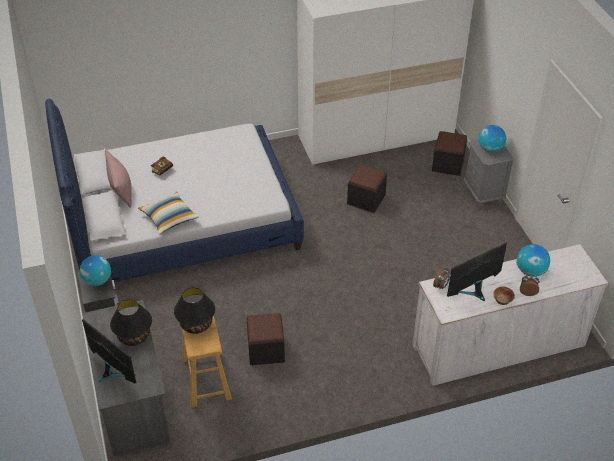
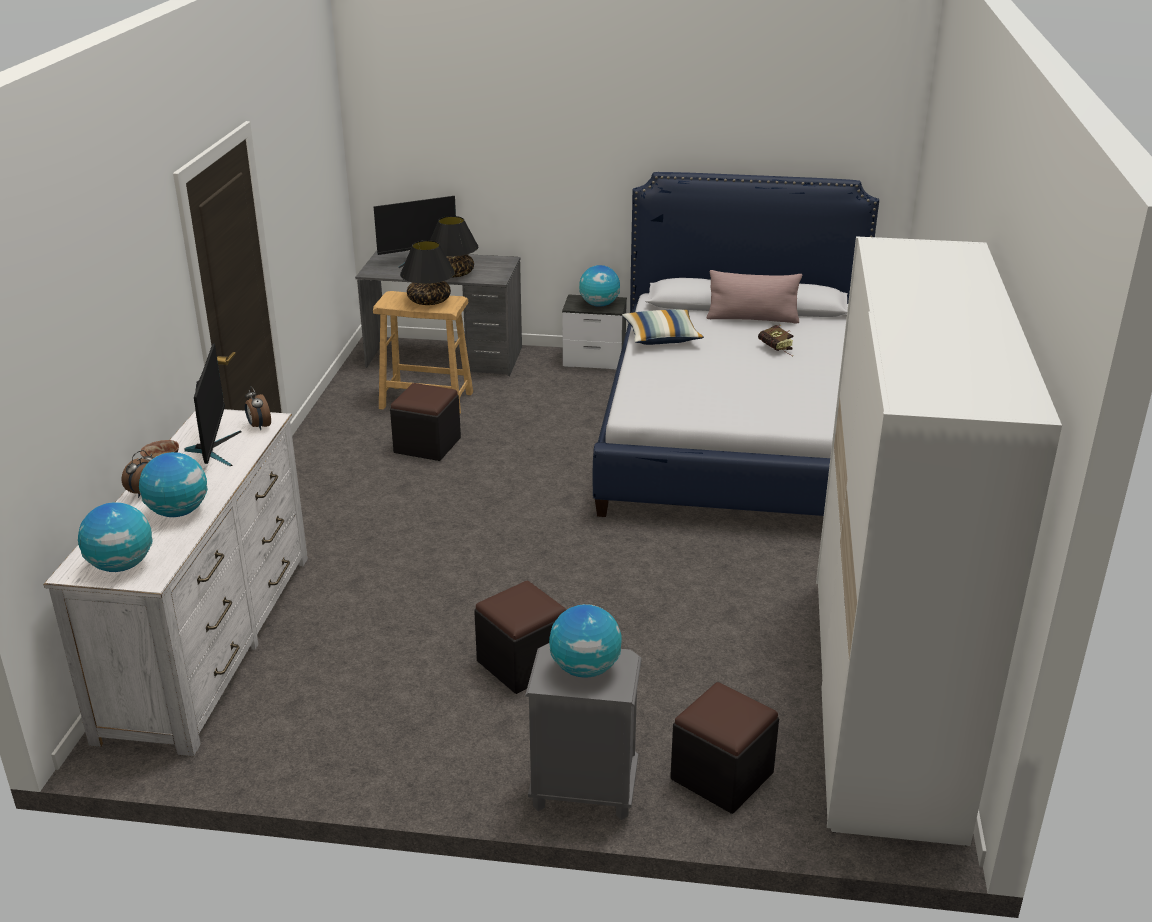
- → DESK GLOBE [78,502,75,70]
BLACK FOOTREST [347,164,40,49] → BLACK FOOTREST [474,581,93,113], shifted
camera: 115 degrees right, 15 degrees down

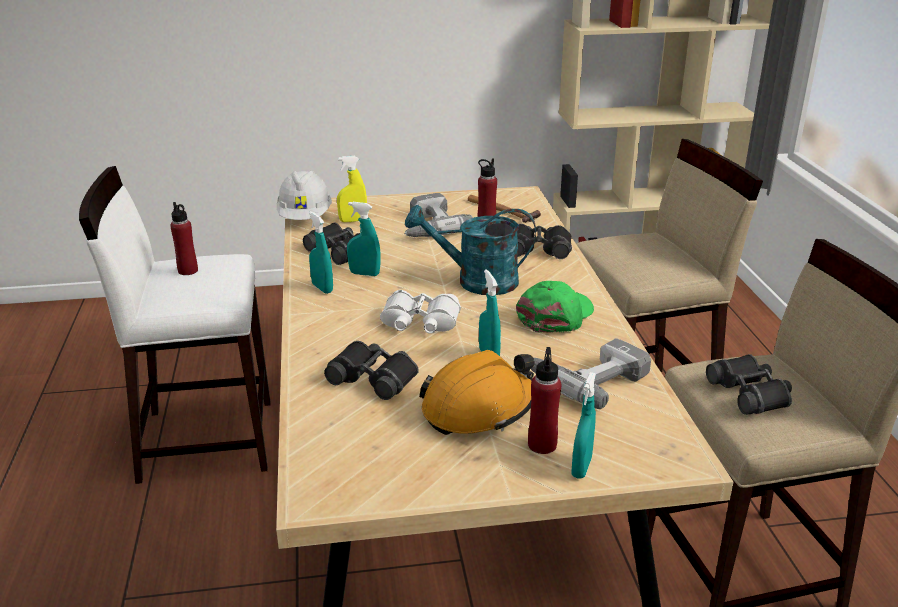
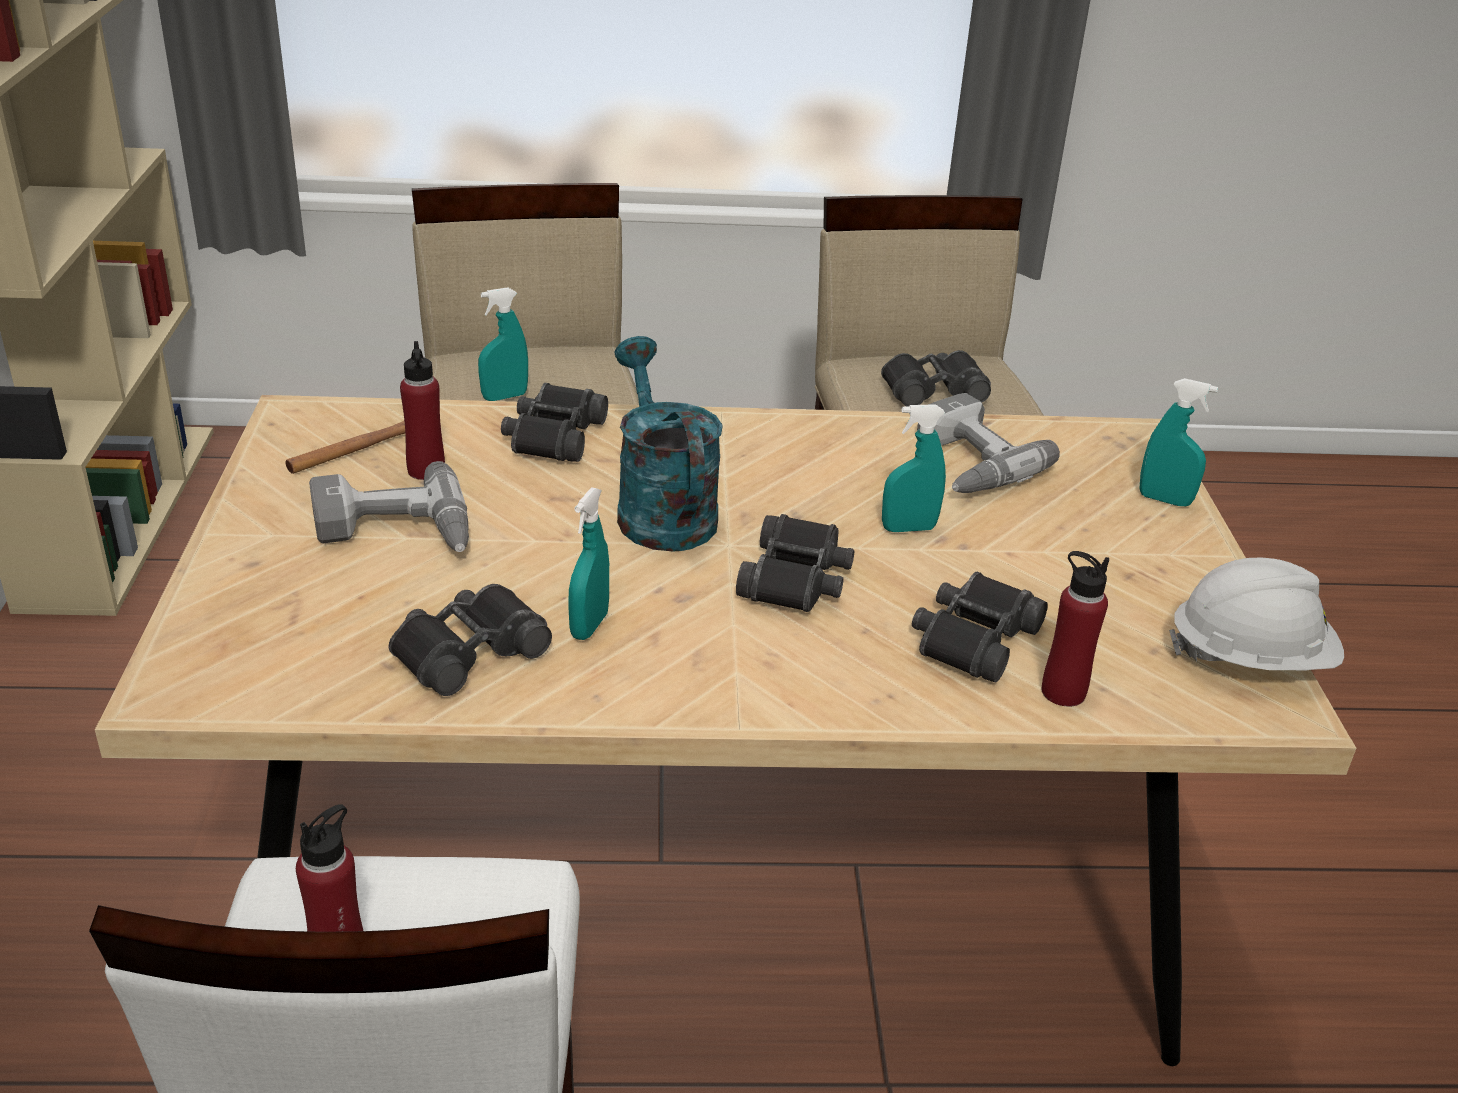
TURQUOISE-COLOURED SPRAYER [309,211,24,83] → TURQUOISE-COLOURED SPRAYER [478,287,50,114], shifted
TURQUOISE-COLOURED WATERING POT [405,205,131,90] → TURQUOISE-COLOURED WATERING POT [614,336,109,216], 150 degrees clockwise
WHITE BINOCULARS [380,290,81,44] → BLACK BINOCULARS [736,514,118,98]
REDDISH BOTTLE [528,347,33,107] → REDDISH BOTTLE [1041,551,68,156], shifted
WHITE HARD HAT [277,171,55,49] → WHITE HARD HAT [1169,557,175,113], shifted
YELLOW SPRAYER [337,156,30,66] → -
ORANGE HARD HAT [419,350,116,85] → -
GREEN CAP [516,281,78,52] → -
camera: 85 degrees left, 5 degrees up

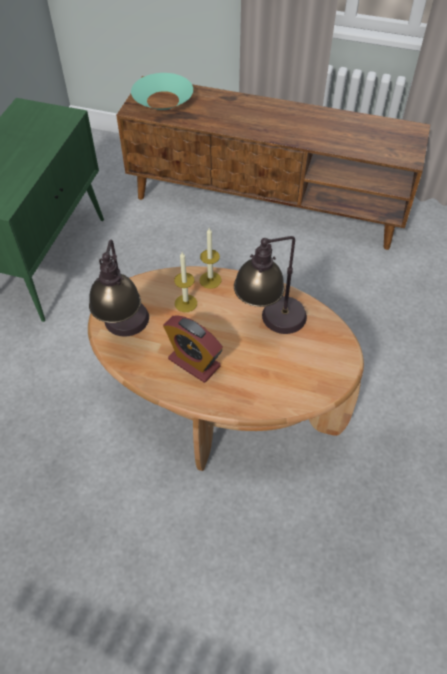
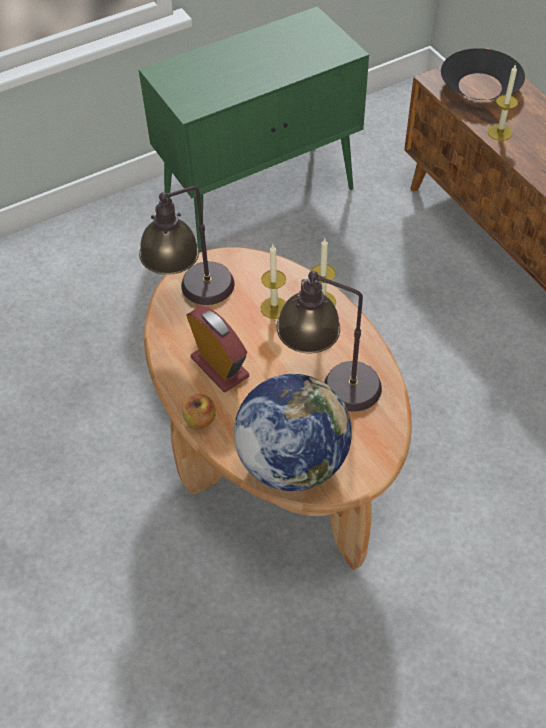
- → WHOLE APPLE [182,394,34,35]
BEDSIDE CLOCK [163,315,60,68] → BEDSIDE CLOCK [186,306,63,86], 150 degrees clockwise
- → DESK GLOBE [234,374,118,117]
TURQUOISE-COLOURED DEEP DISH [131,73,62,37] → BLACK DEEP DISH [441,48,84,52]
- → WAX CANDLE [488,64,30,77]
camera: 45 degrees right, 0 degrees up

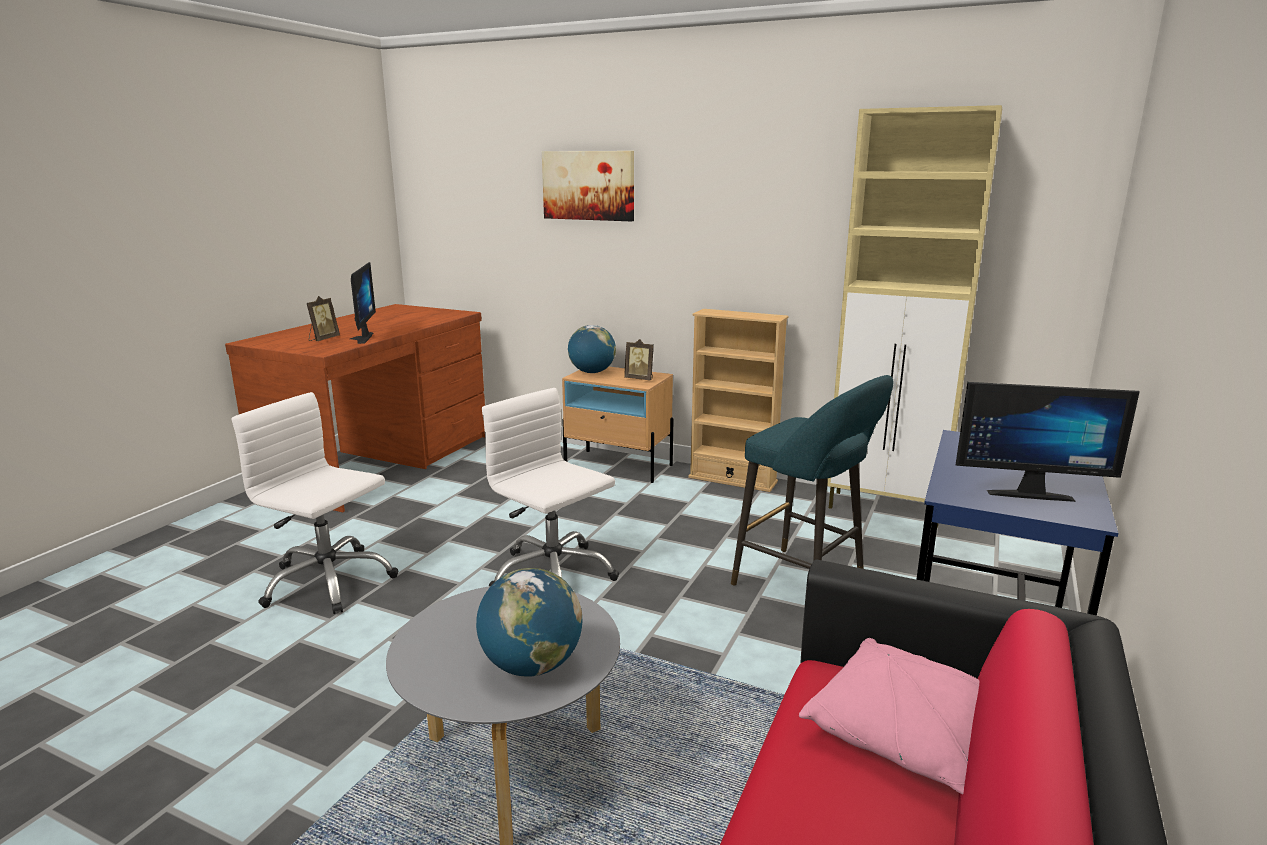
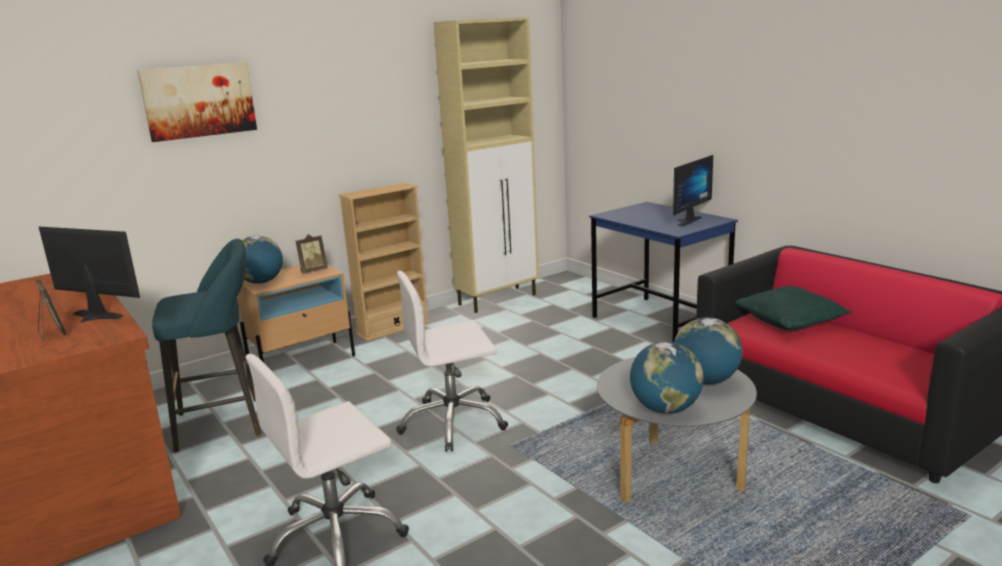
TURQUOISE-COLOURED SITTING STOOL [731,375,163,211] → TURQUOISE-COLOURED SITTING STOOL [152,239,109,214], shifted
- → DESK GLOBE [630,341,73,73]
PINK-COLOURED PILLOW [799,638,180,156] → GREEN PILLOW [735,286,117,44]
camera: 60 degrees left, 0 degrees up

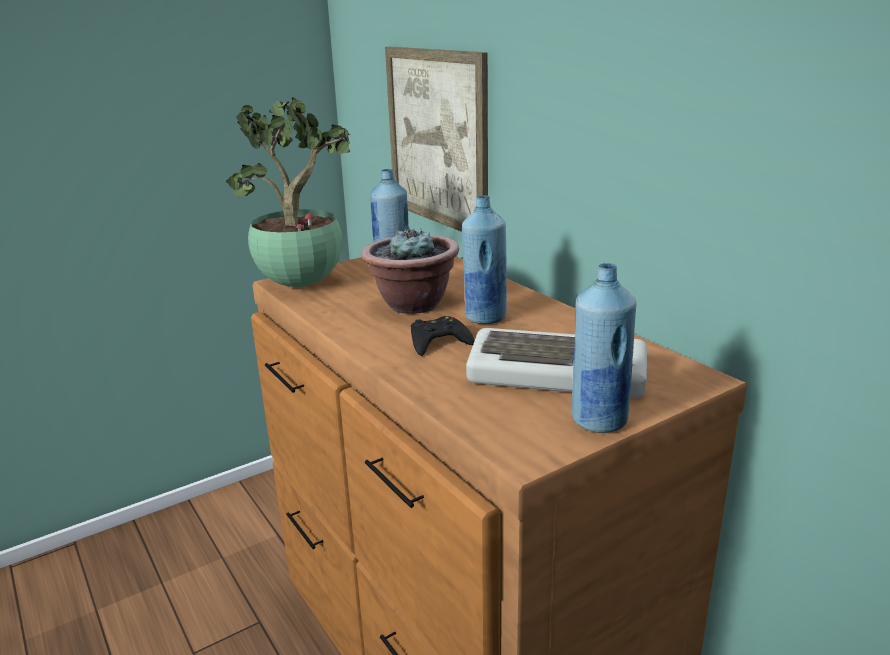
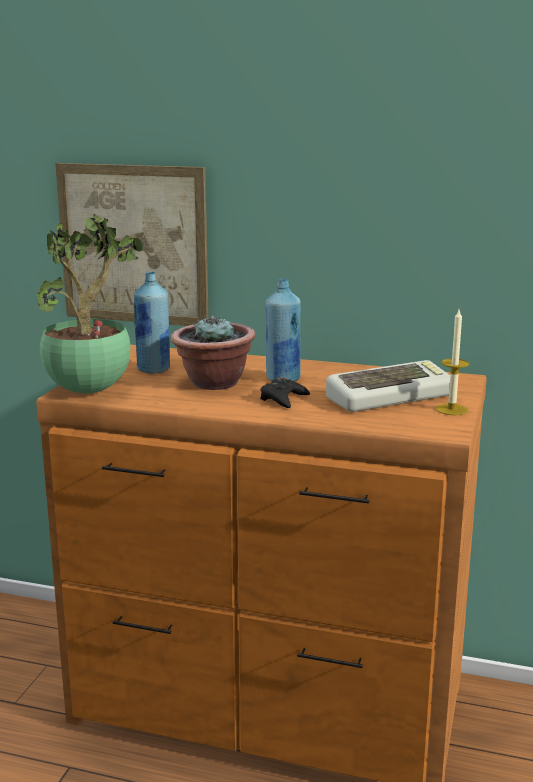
BLUE-COLOURED BOTTLE [572,263,65,170] → WAX CANDLE [436,310,33,105]
camera: 40 degrees left, 5 degrees down

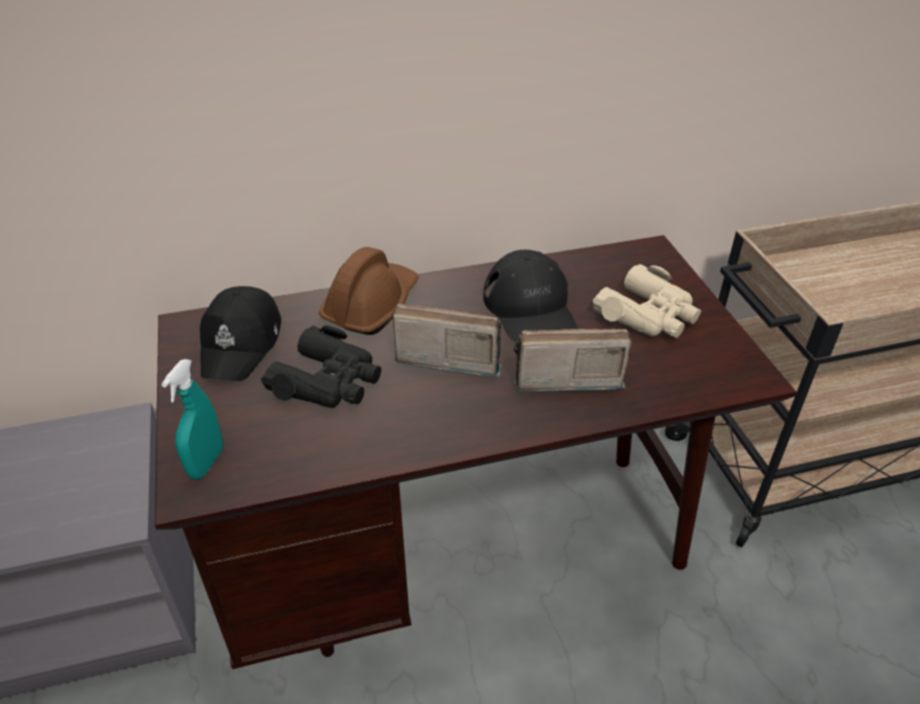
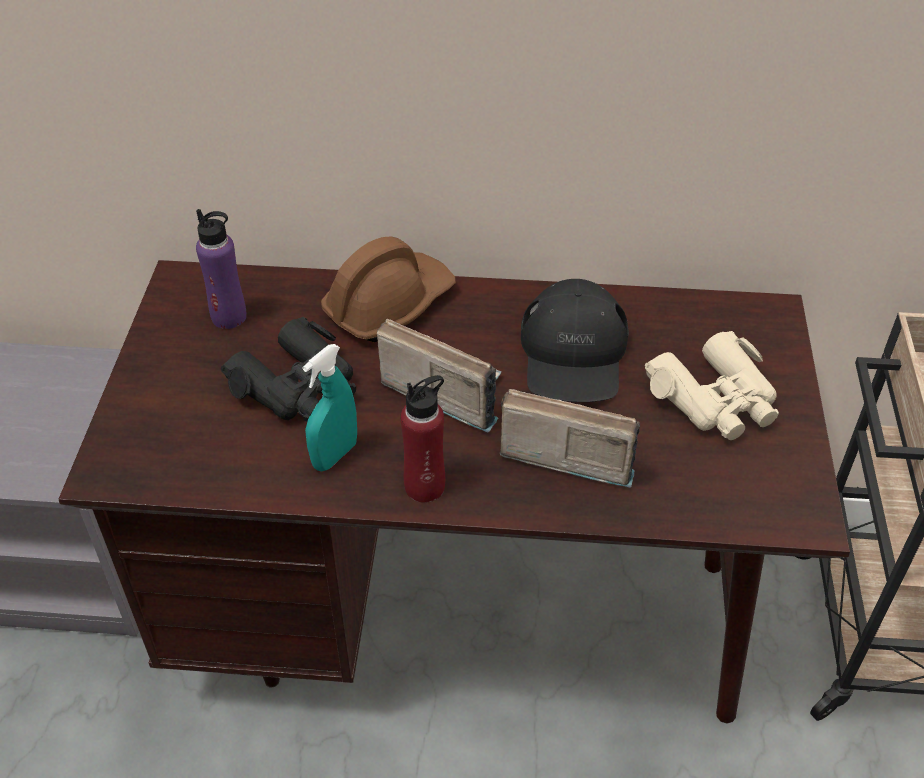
BLACK CAP [200,286,81,95] → PURPLE BOTTLE [196,209,51,120]
TURQUOISE-COLOURED SPRAYER [161,359,62,121] → TURQUOISE-COLOURED SPRAYER [302,344,55,127], shifted
- → REDDISH BOTTLE [400,375,45,128]
camera: 20 degrees right, 5 degrees up

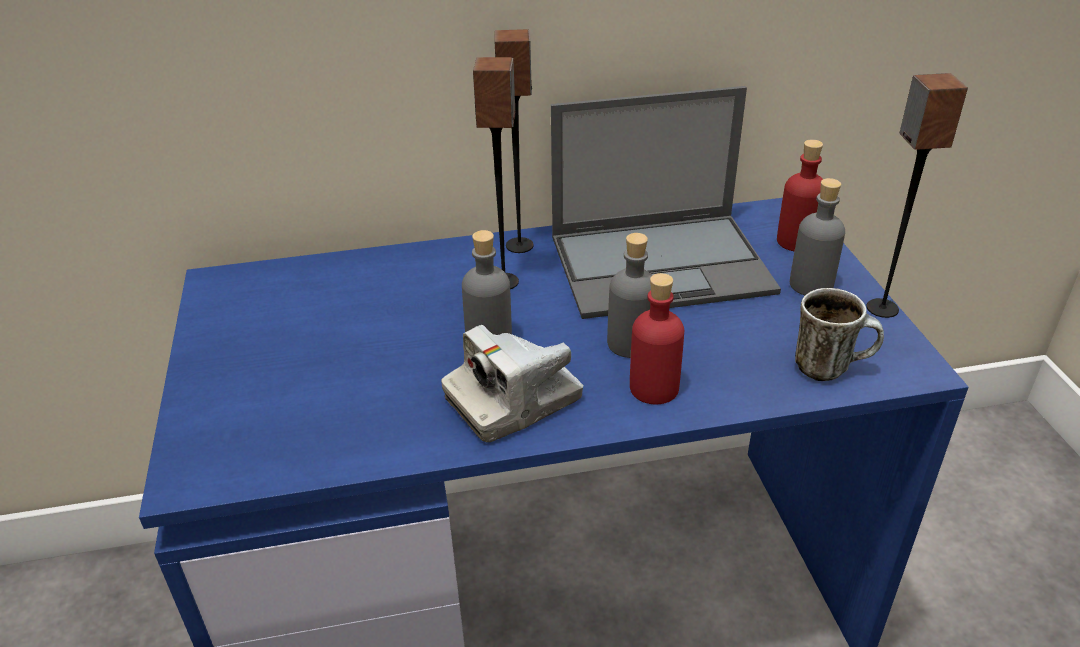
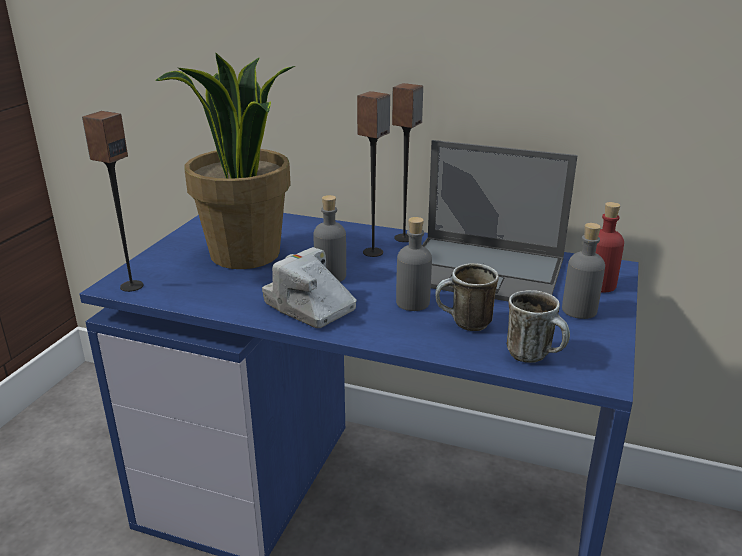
LOUDSPEAKER [866,73,102,245] → LOUDSPEAKER [82,111,62,181], shifted
- → PLANT IN A POT [155,53,140,216]
PHOTO CAMERA [441,325,142,117] → PHOTO CAMERA [262,247,95,81], 45 degrees clockwise
- → COFFEE MUG [435,263,64,68]
REDDISH BOTTLE [630,273,54,131] → -
camera: 30 degrees right, 10 degrees down

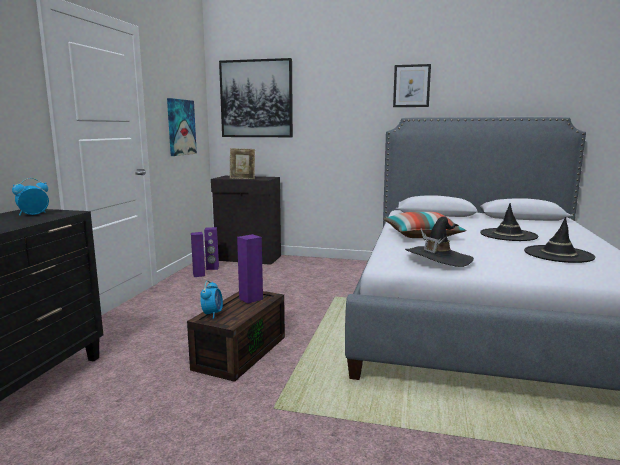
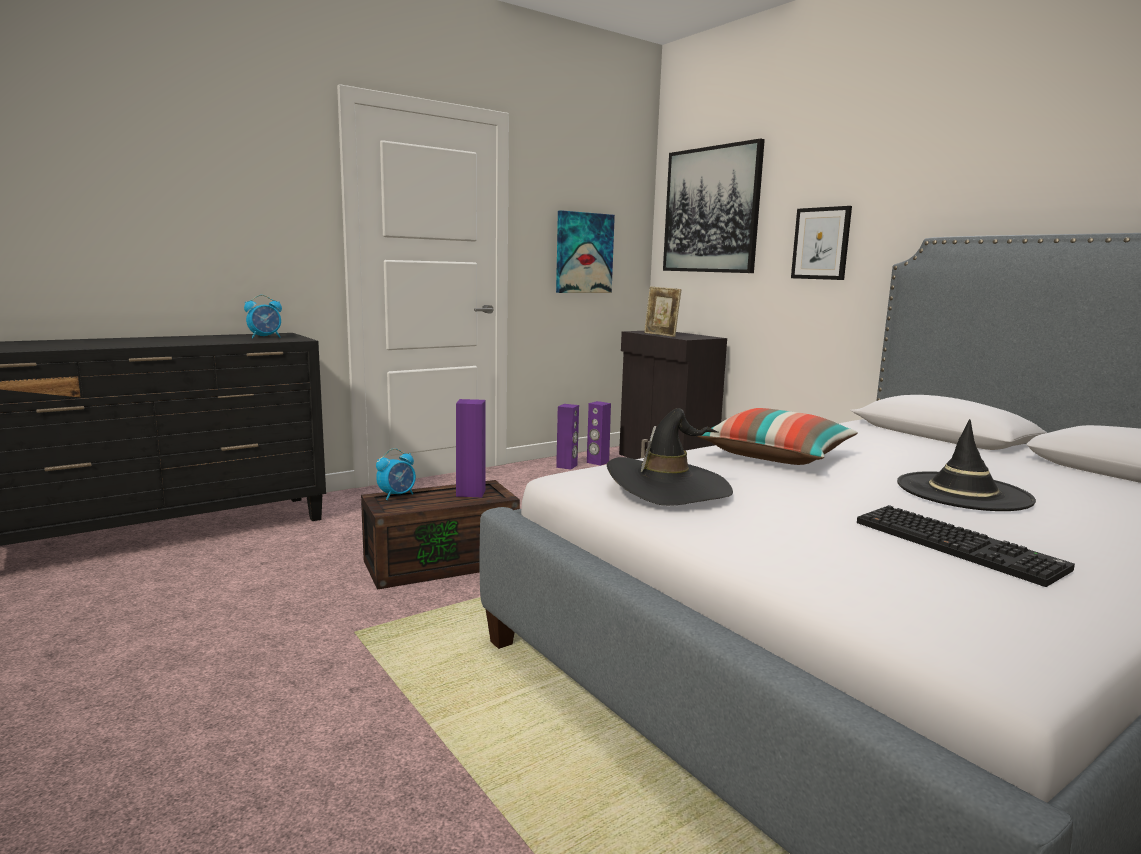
BEDSIDE CLOCK [12,178,37,38] → BEDSIDE CLOCK [244,295,38,43], 150 degrees clockwise
WALL ART [393,64,38,43] → WALL ART [791,206,61,74], shifted
BLACK HAT [524,217,71,46] → KEYBOARD [857,505,218,82]
camera: 40 degrees right, 0 degrees up

